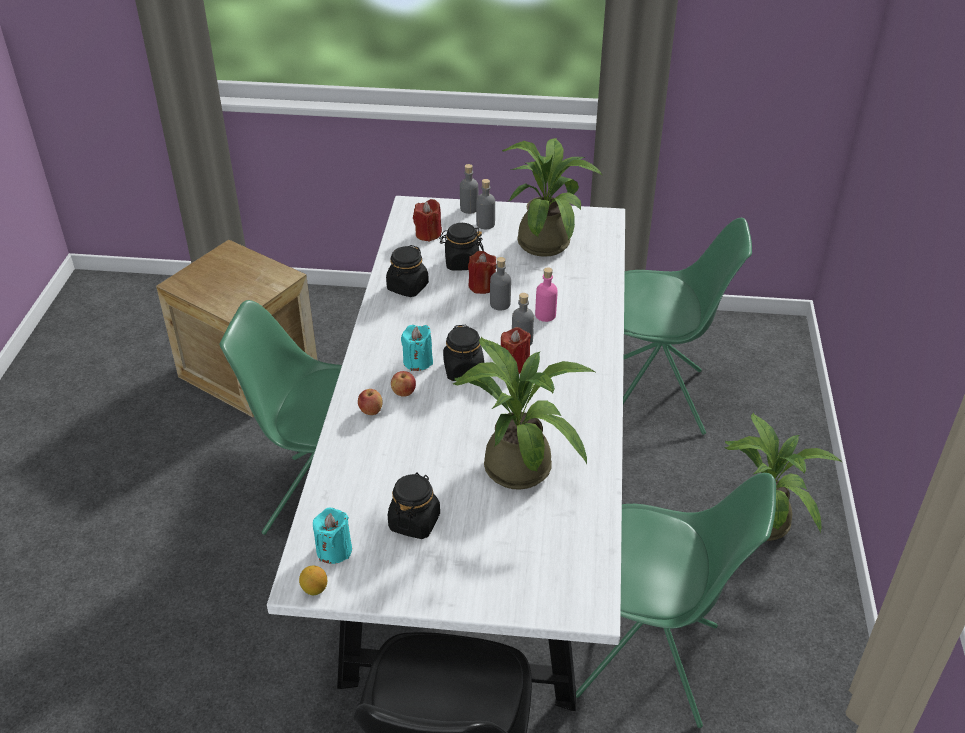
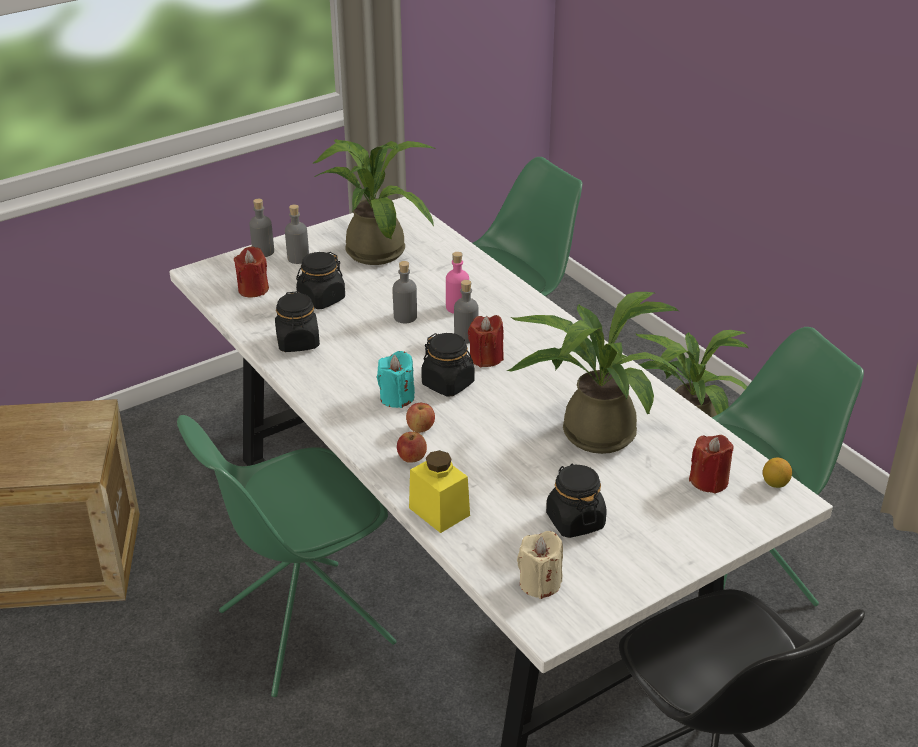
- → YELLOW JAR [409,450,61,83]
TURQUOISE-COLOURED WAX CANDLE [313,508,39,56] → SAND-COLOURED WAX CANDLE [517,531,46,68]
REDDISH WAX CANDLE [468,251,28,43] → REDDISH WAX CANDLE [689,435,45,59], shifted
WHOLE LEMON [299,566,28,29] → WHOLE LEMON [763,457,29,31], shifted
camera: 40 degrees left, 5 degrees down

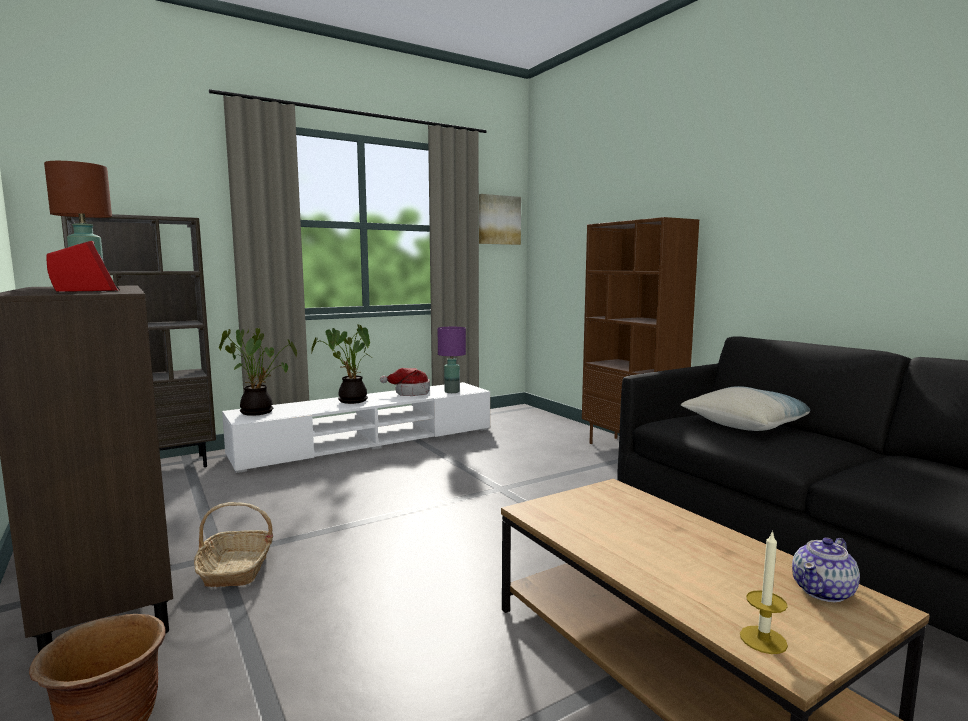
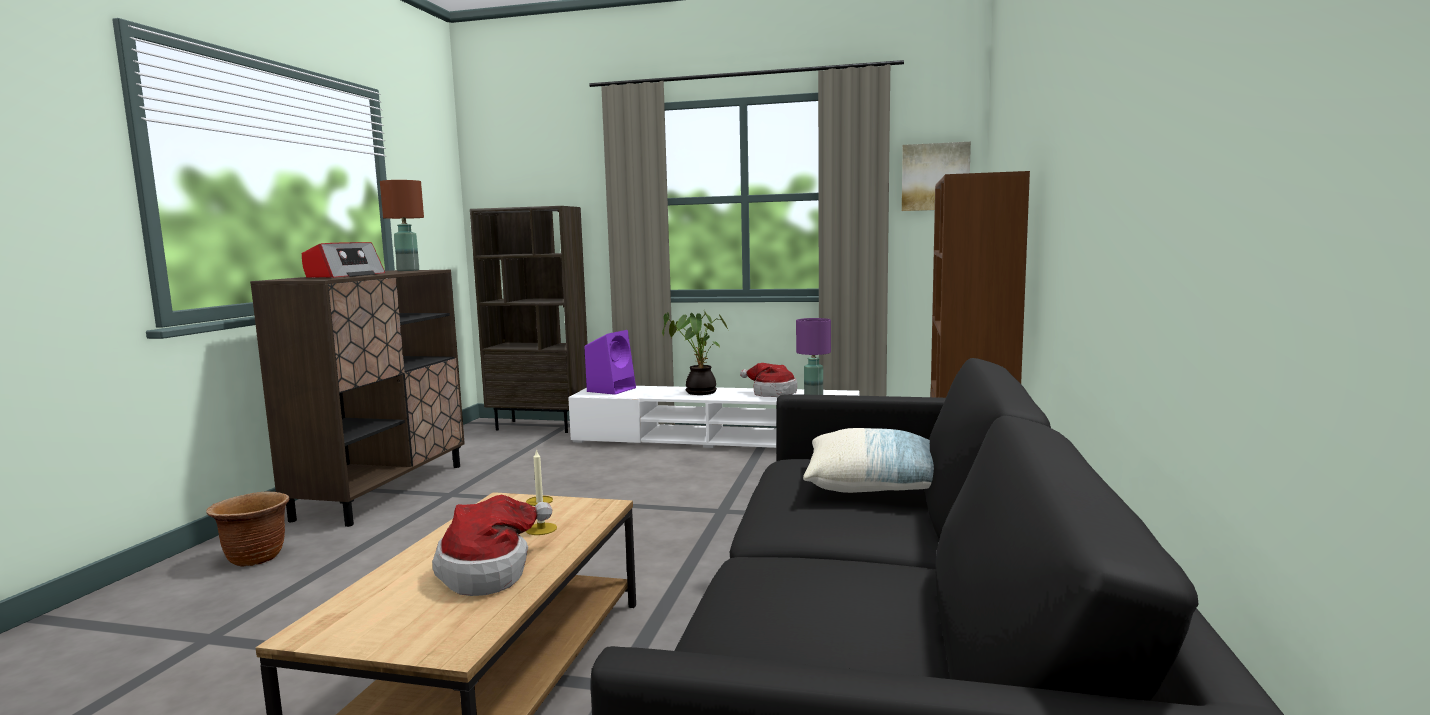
- → HAT [432,495,120,101]
WAX CANDLE [740,530,48,124] → WAX CANDLE [526,449,31,86], shifted
PLANT IN A POT [219,328,78,88] → PURPLE LOUDSPEAKER [585,330,51,65]
HOUSEHOLD BASKET [194,502,79,85] → -
POT FOR TEA [792,537,68,65] → -
camera: 45 degrees right, 0 degrees up

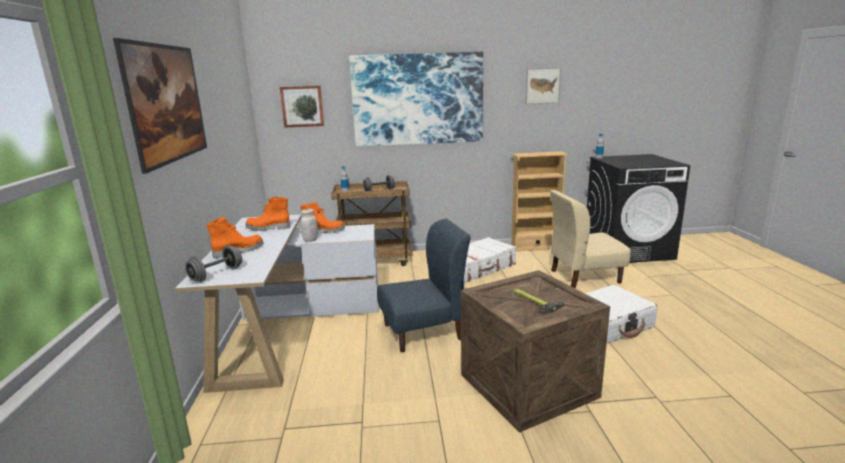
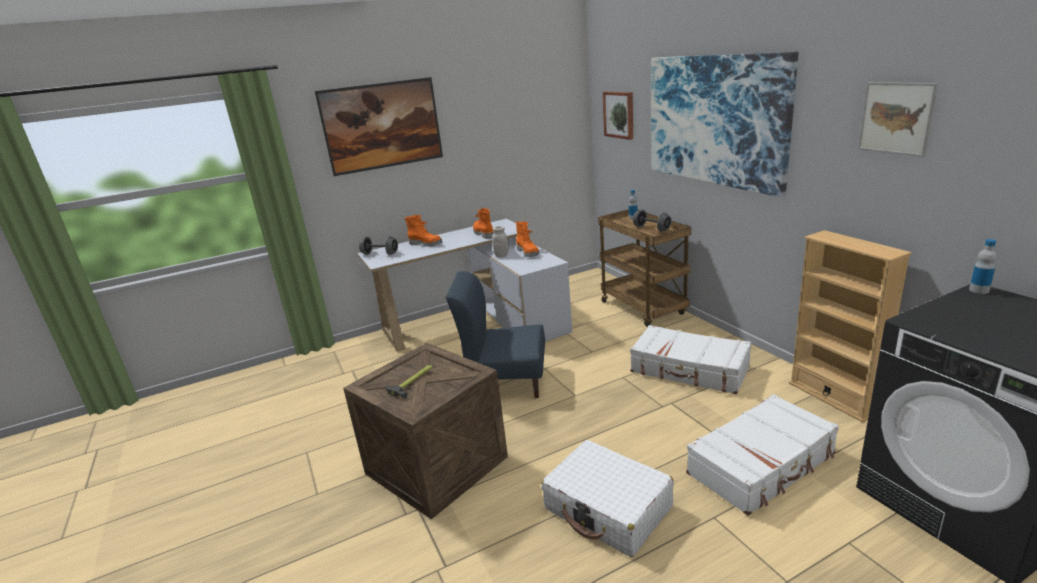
BLUE-COLOURED UPRIGHT CHAIR [377,219,93,134] → BLUE-COLOURED UPRIGHT CHAIR [446,271,99,127], 135 degrees clockwise
SAND-COLOURED UPRIGHT CHAIR [550,190,81,98] → WHITE TRAVEL CASE [686,394,153,122]
camera: 70 degrees right, 5 degrees up

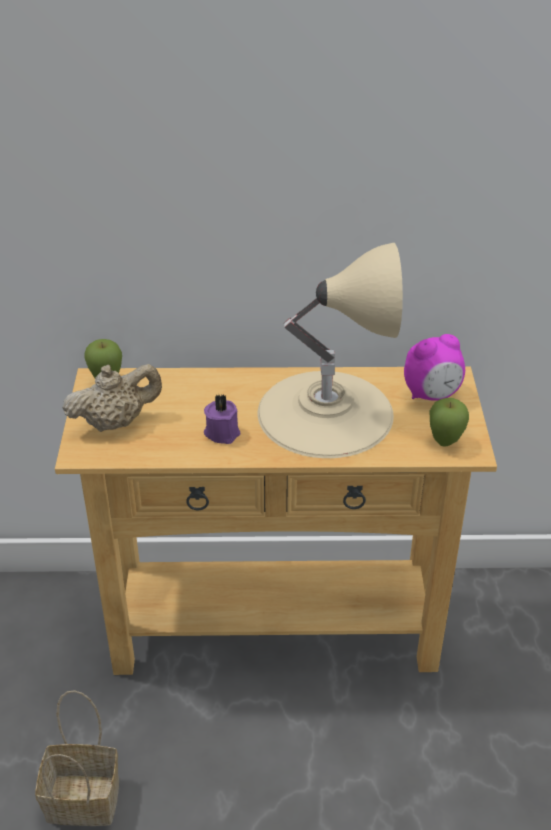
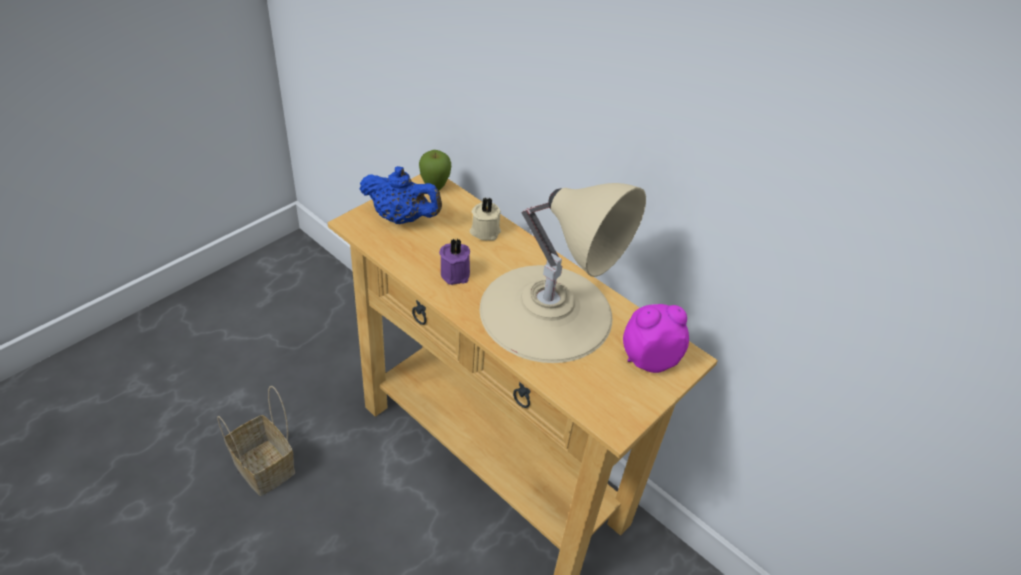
SAND-COLOURED POT FOR TEA [62,364,100,68] → BLUE-COLOURED POT FOR TEA [360,166,82,58]
- → SAND-COLOURED WAX CANDLE [470,197,31,44]
BEDSIDE CLOCK [404,334,61,66] → BEDSIDE CLOCK [623,304,66,69], 150 degrees clockwise
WHOLE APPLE [430,398,39,48] → -
camera: 40 degrees right, 5 degrees up

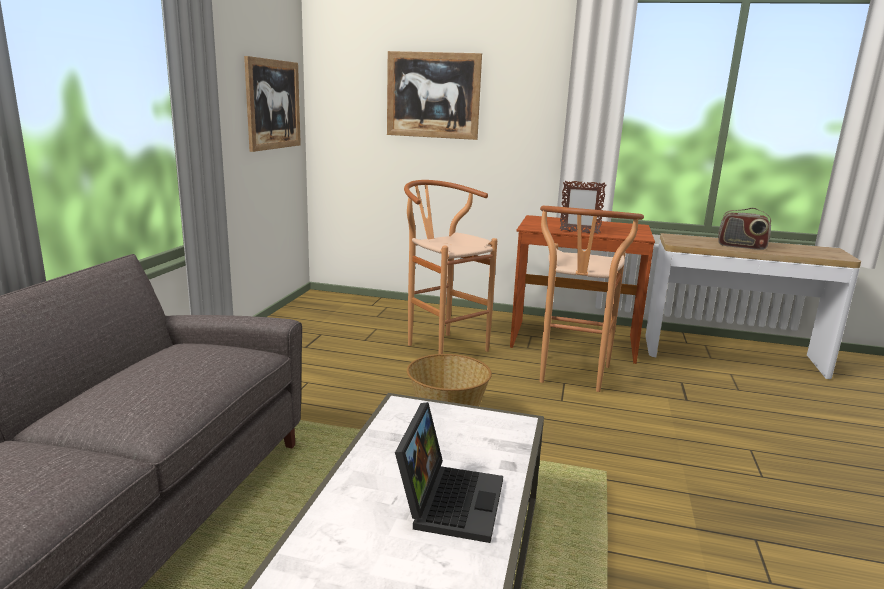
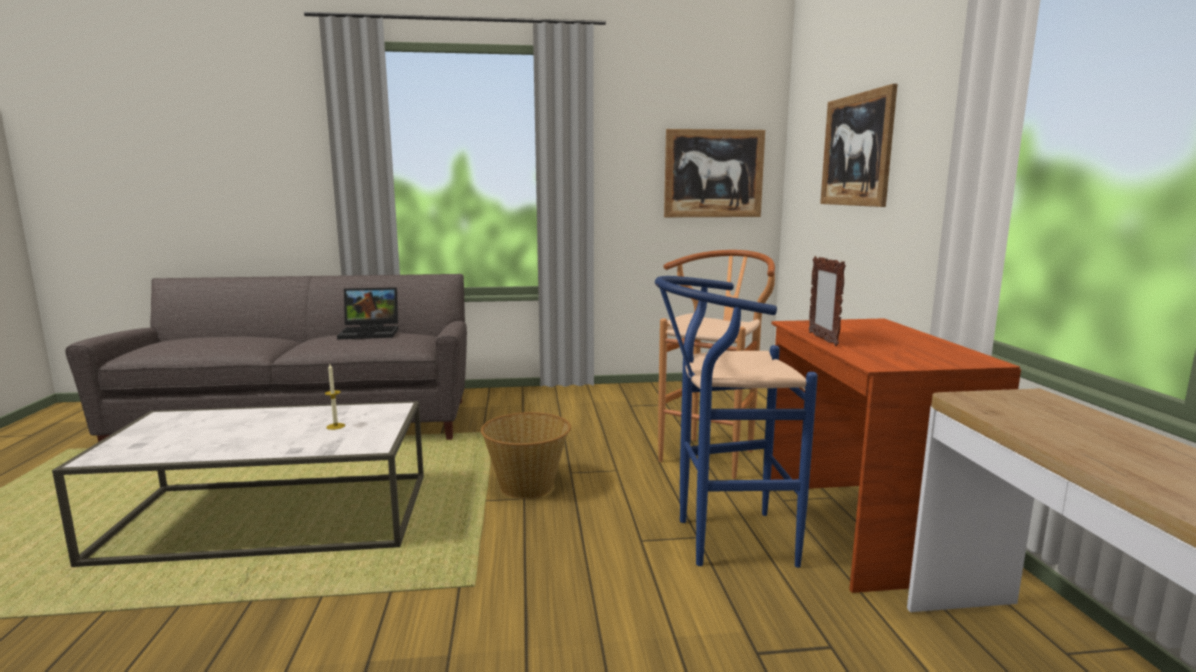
- → WAX CANDLE [325,364,20,66]
NOTEBOOK COMPUTER [395,402,108,141] → NOTEBOOK COMPUTER [337,287,61,52], shifted
BROWN-COLOURED SITTING STOOL [540,206,104,186] → BLUE-COLOURED SITTING STOOL [655,276,163,292]
RADIO [718,208,53,42] → -
camera: 70 degrees right, 5 degrees down

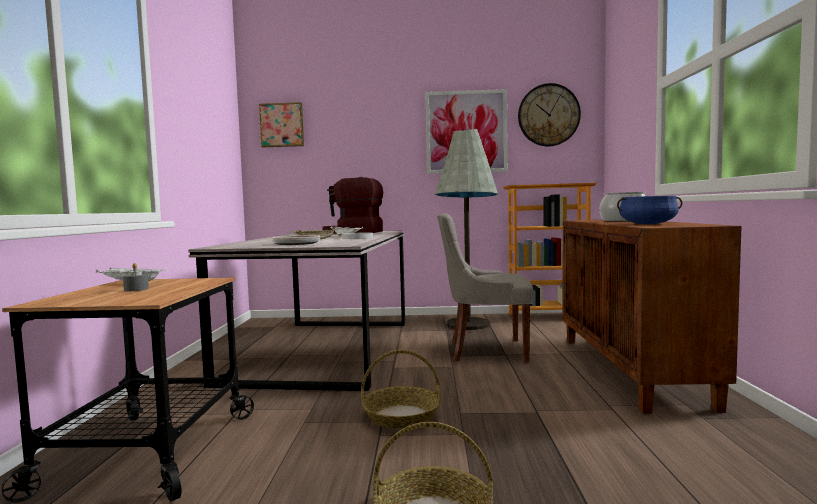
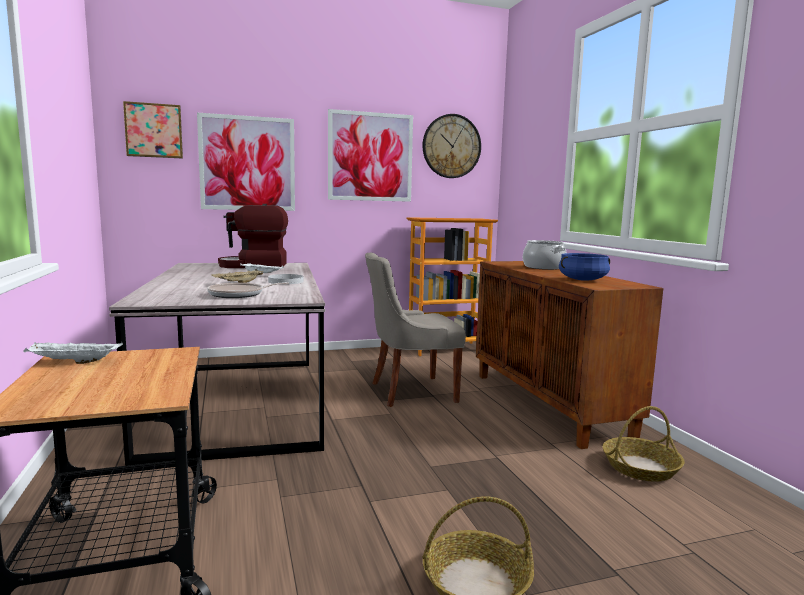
- → WALL ART [197,113,98,98]
HOUSEHOLD BASKET [361,350,80,79] → HOUSEHOLD BASKET [602,406,83,76], shifted
GRAY WAX CANDLE [123,263,26,28] → -
GRAY STANDING LAMP [435,129,63,201] → -
camera: 20 degrees left, 5 degrees up

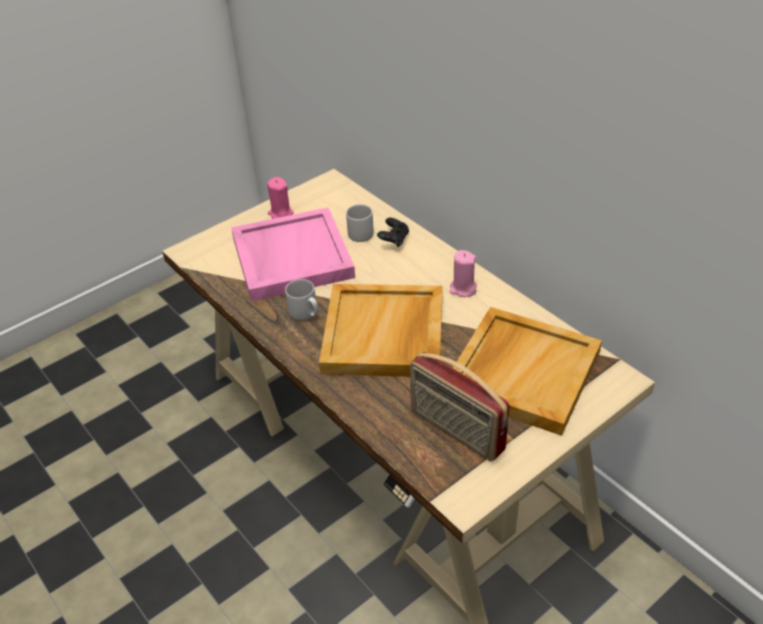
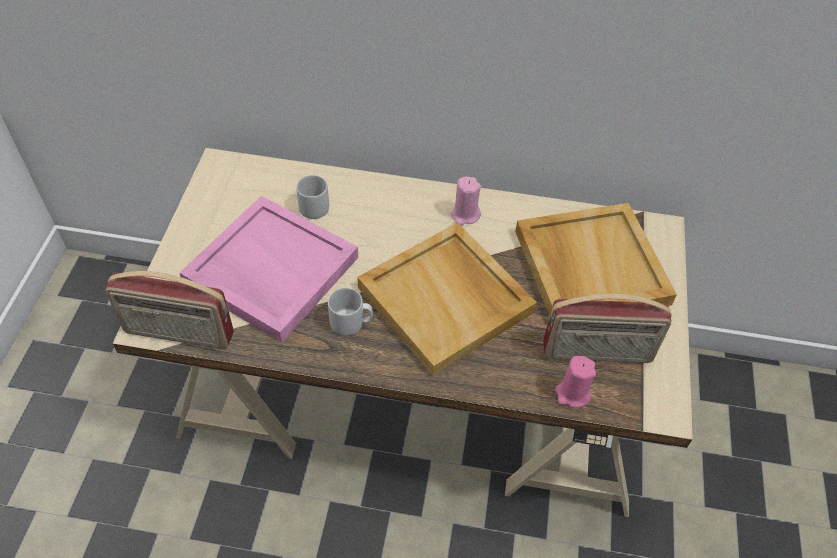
- → RADIO [105,271,129,78]
PINK-COLOURED WAX CANDLE [267,177,26,42] → PINK-COLOURED WAX CANDLE [555,356,41,52], shifted
BLACK JOYPAD [377,218,32,29] → -
camera: 45 degrees left, 10 degrees up

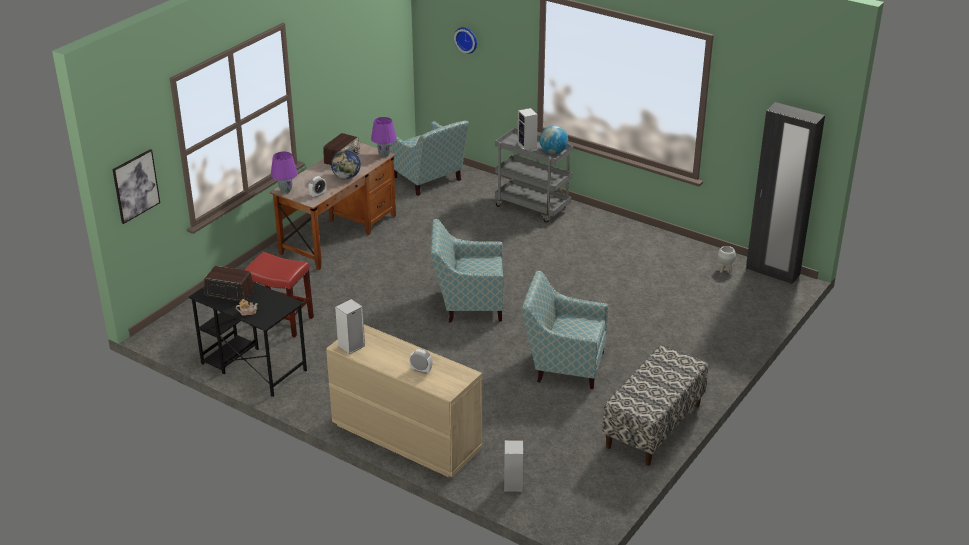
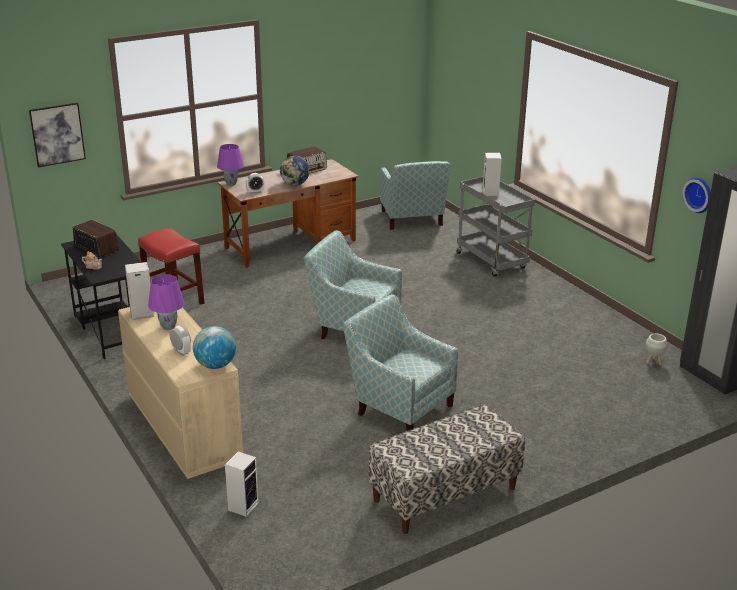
PURPLE LAMP FOR A TABLE [371,117,26,40] → PURPLE LAMP FOR A TABLE [148,274,37,56], shifted
DESK GLOBE [540,125,28,29] → DESK GLOBE [193,326,43,43], shifted
CLOCK ON THE WALL [454,27,23,27] → CLOCK ON THE WALL [683,177,28,36], shifted
camera: 25 degrees right, 5 degrees down

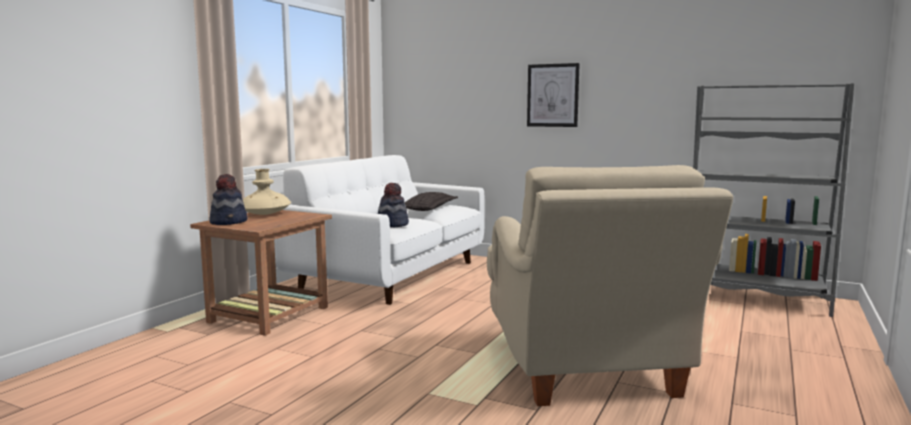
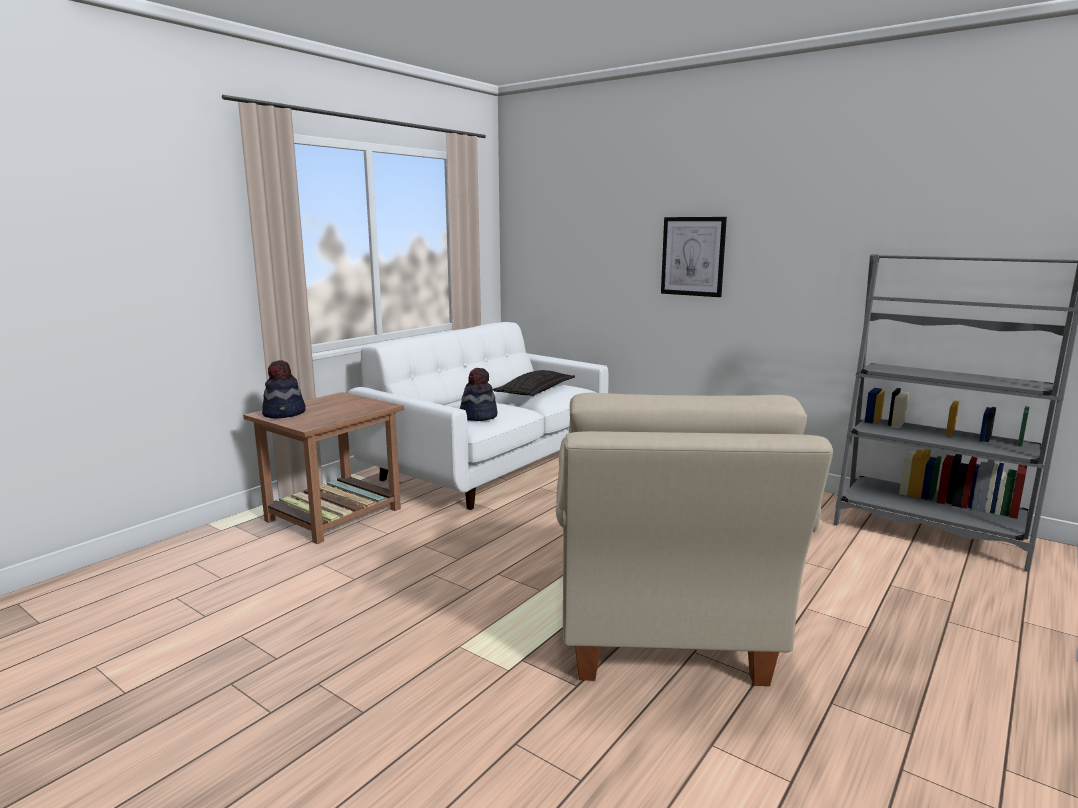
SAND-COLOURED FLOWER VASE [243,169,48,46] → -
camera: 10 degrees right, 5 degrees up

